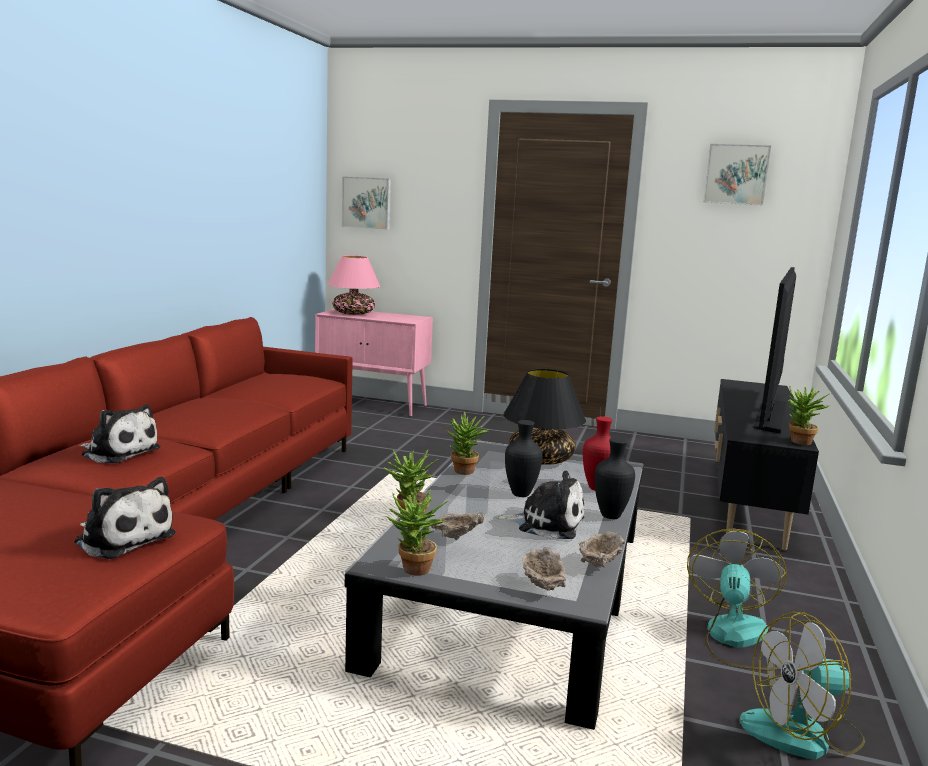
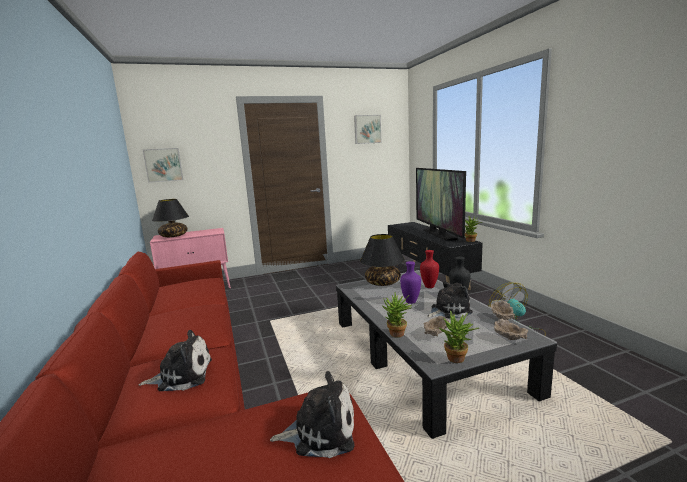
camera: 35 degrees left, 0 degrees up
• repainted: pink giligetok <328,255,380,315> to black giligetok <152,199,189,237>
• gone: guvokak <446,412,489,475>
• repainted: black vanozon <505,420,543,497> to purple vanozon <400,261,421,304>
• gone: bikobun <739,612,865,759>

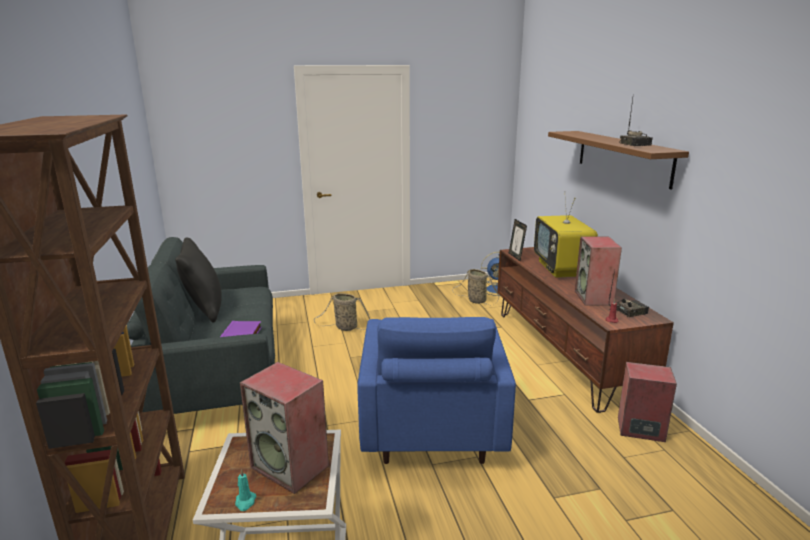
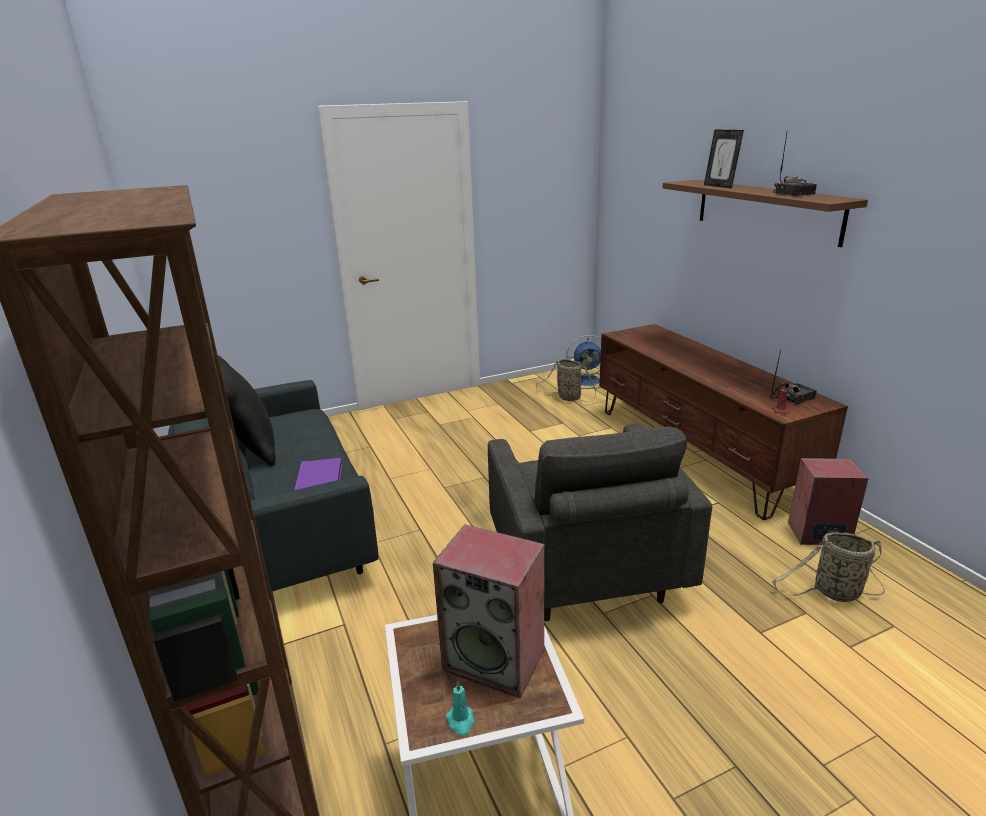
camera: 10 degrees left, 5 degrees up
• shifted: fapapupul <314,293,370,331> to <772,532,885,602>
• repainted: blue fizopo <357,317,516,464> to grey fizopo <488,423,712,621>
• shifted: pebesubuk <509,219,527,261> to <704,130,744,188>
• gone: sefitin <534,191,598,278>
• gone: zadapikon <575,236,622,305>

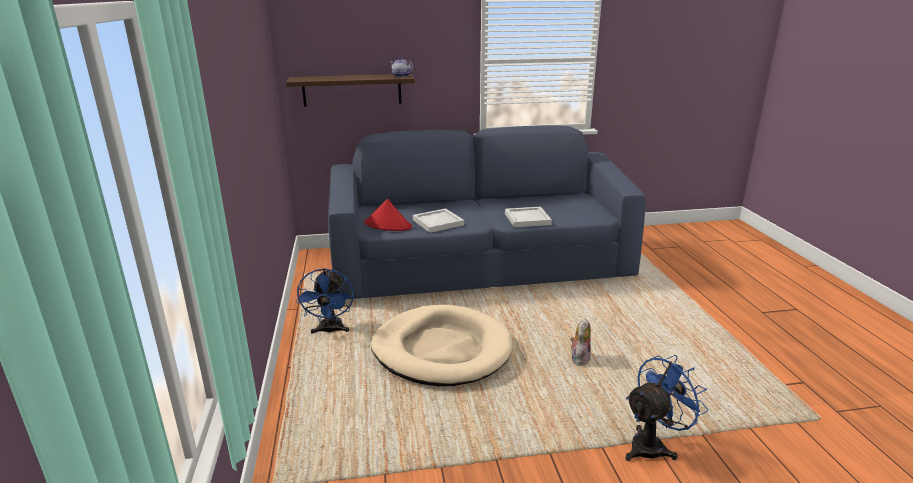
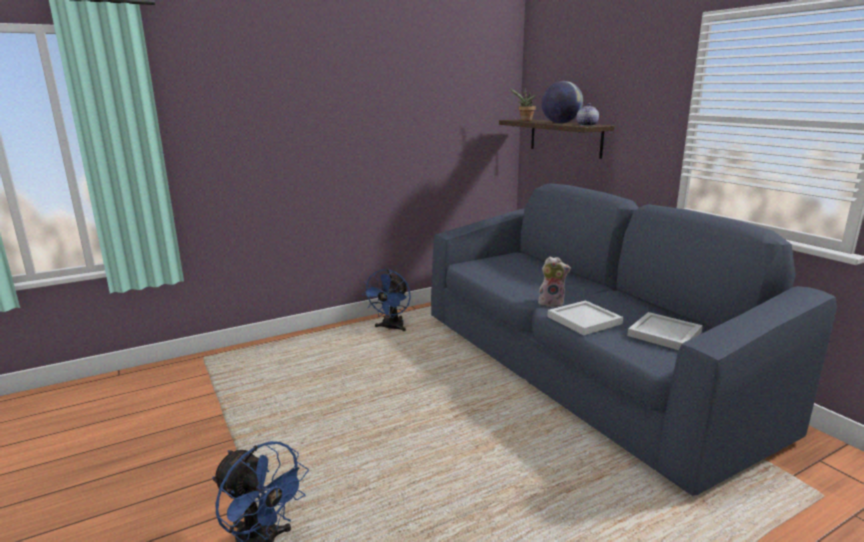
camera: 70 degrees right, 5 degrees down
• rotated: blue bikobun <296,268,354,334> = <362,269,411,331> 45 degrees counterclockwise
• gone: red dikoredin <364,199,412,231>
• gone: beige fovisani <371,305,513,386>
• shifted: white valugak <413,208,464,233> to <627,312,703,350>
• shifted: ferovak <570,318,591,368> to <538,257,571,307>
• new: guvokak <509,88,538,121>
• new: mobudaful <541,81,583,123>

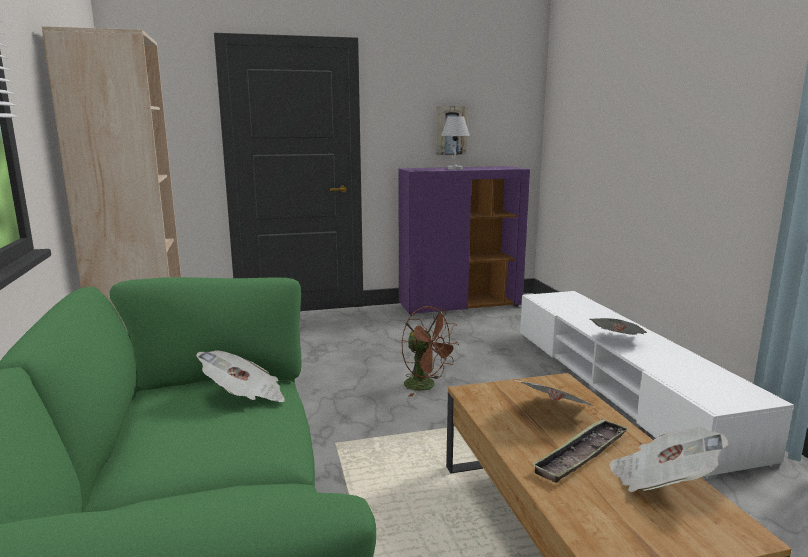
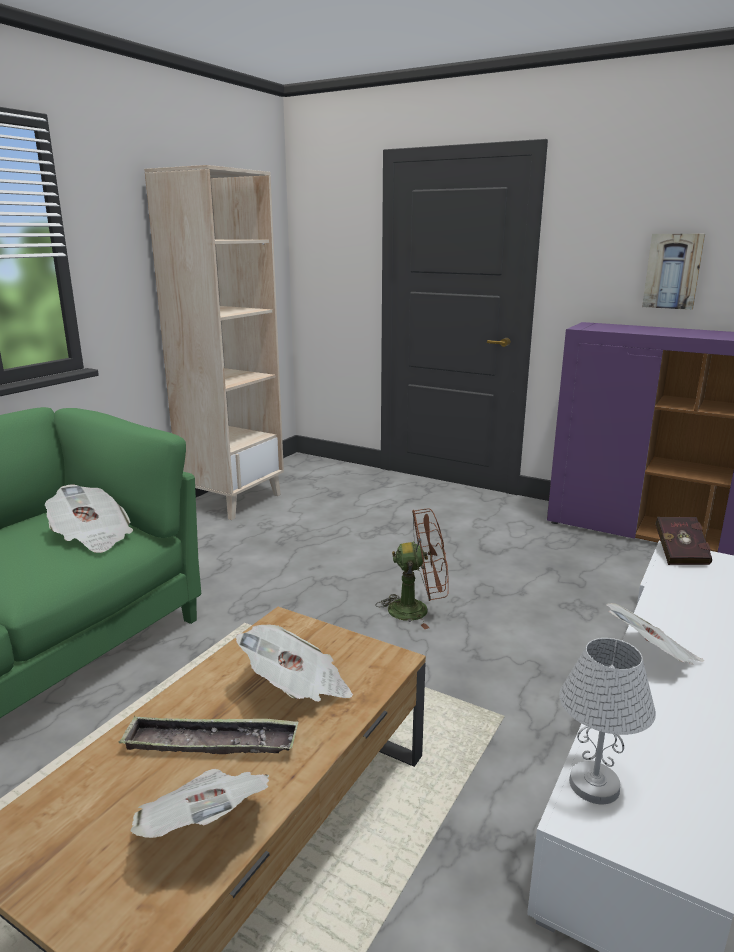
camera: 45 degrees right, 5 degrees up
• rotated: brown bikobun <401,306,459,397> = <376,508,449,629> 90 degrees counterclockwise
• shifted: white giligetok <441,116,470,170> to <559,638,656,804>
• new: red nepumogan <655,516,712,565>

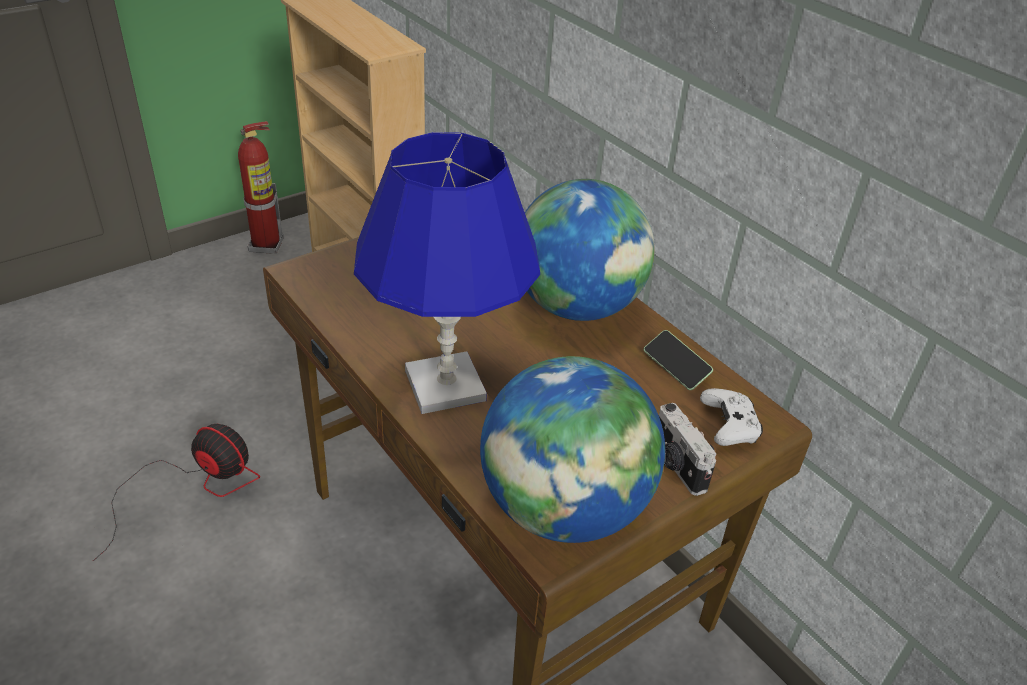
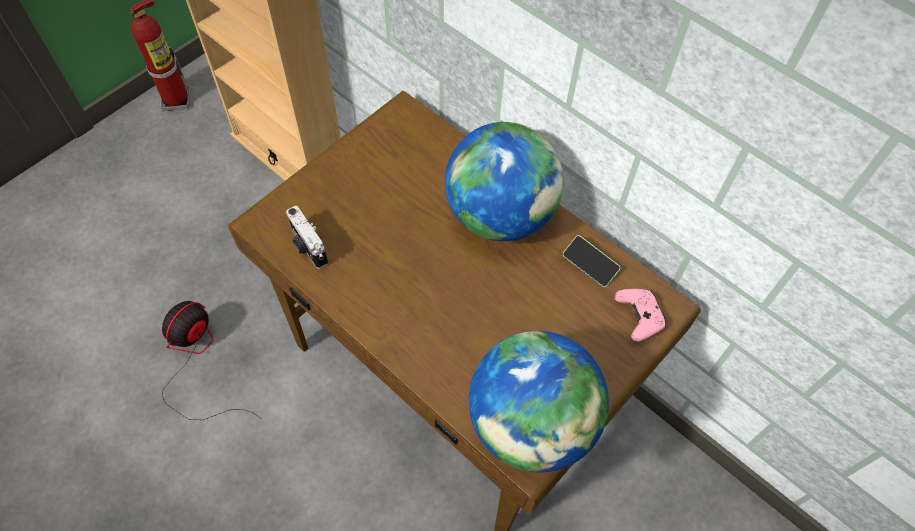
camera: 10 degrees left, 20 degrees up
• rotated: bikobun <93,424,260,561> = <162,301,262,420> 75 degrees counterclockwise
• gone: blue giligetok <354,132,540,414>
• shifted: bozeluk <659,403,716,496> to <286,206,328,269>
• repainted: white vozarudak <700,388,763,446> to pink vozarudak <615,289,666,342>

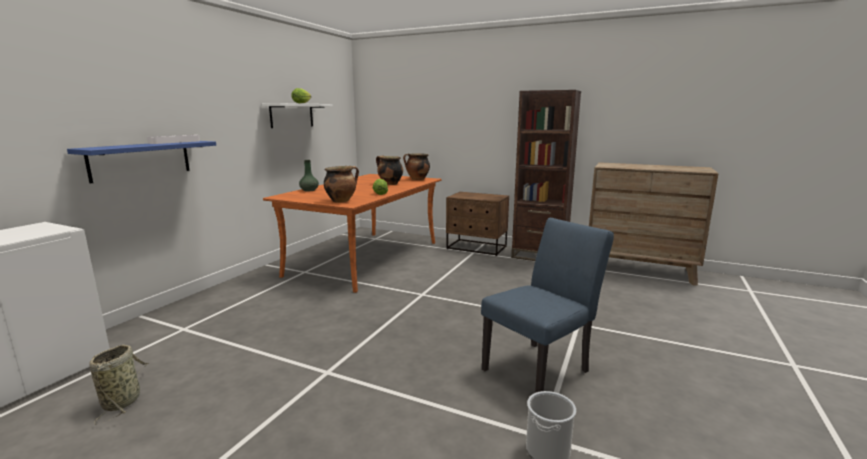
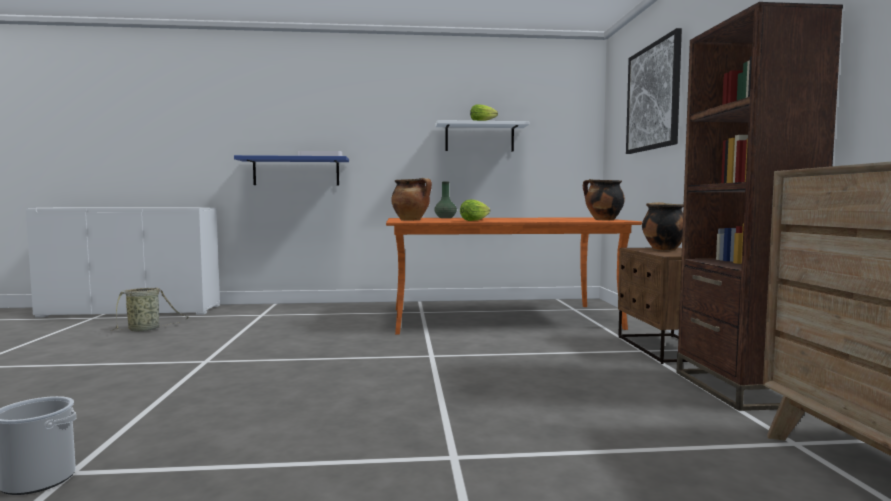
camera: 60 degrees right, 10 degrees down
• shifted: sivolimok <376,156,403,185> to <642,202,684,251>
• gone: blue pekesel <481,218,614,393>
• new: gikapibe <626,28,682,154>

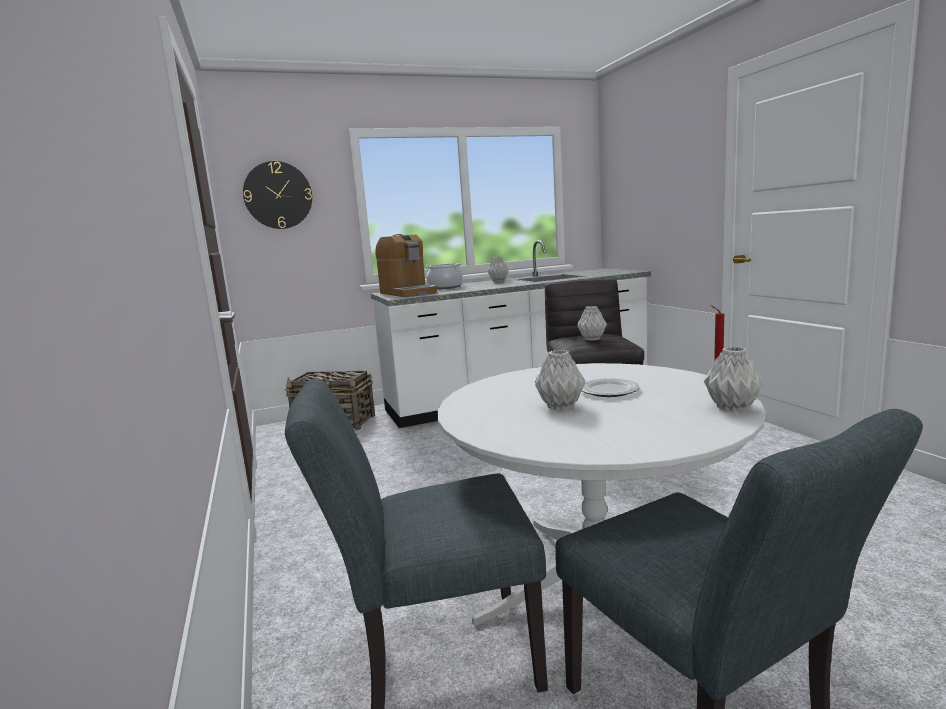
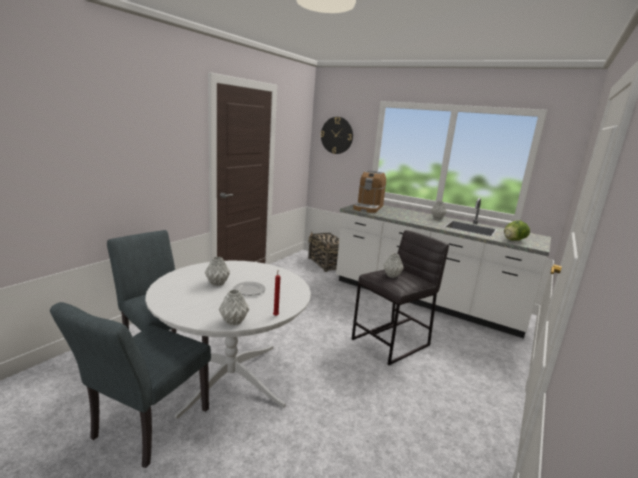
camera: 50 degrees right, 5 degrees up
• gone: sivolimok <425,263,463,289>
• new: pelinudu <504,221,530,241>

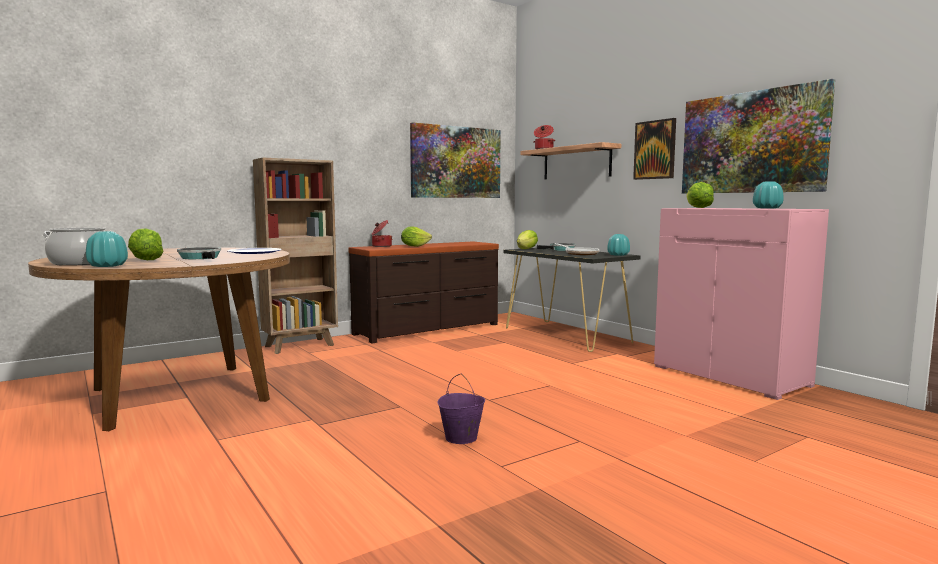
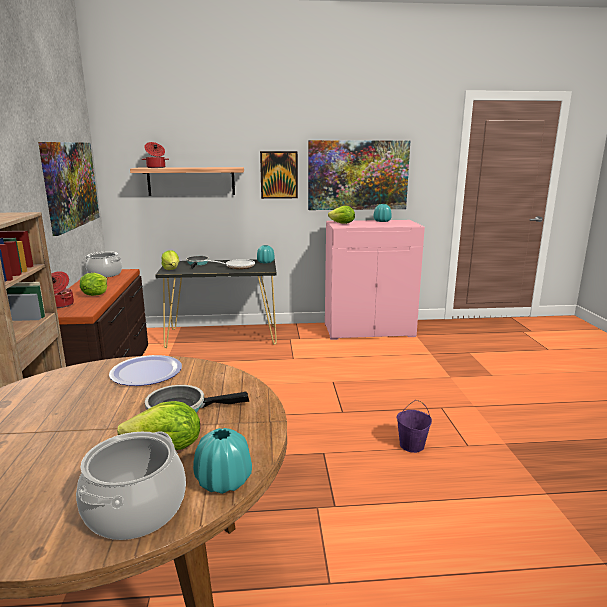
camera: 60 degrees left, 10 degrees up
• new: sivolimok <85,252,122,277>

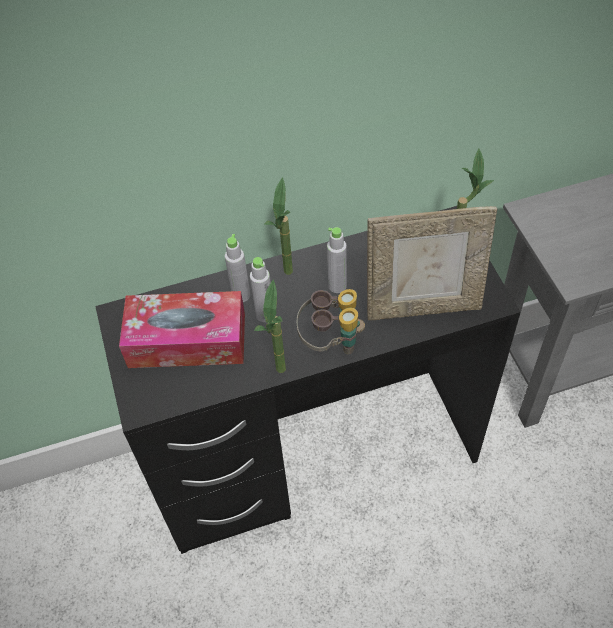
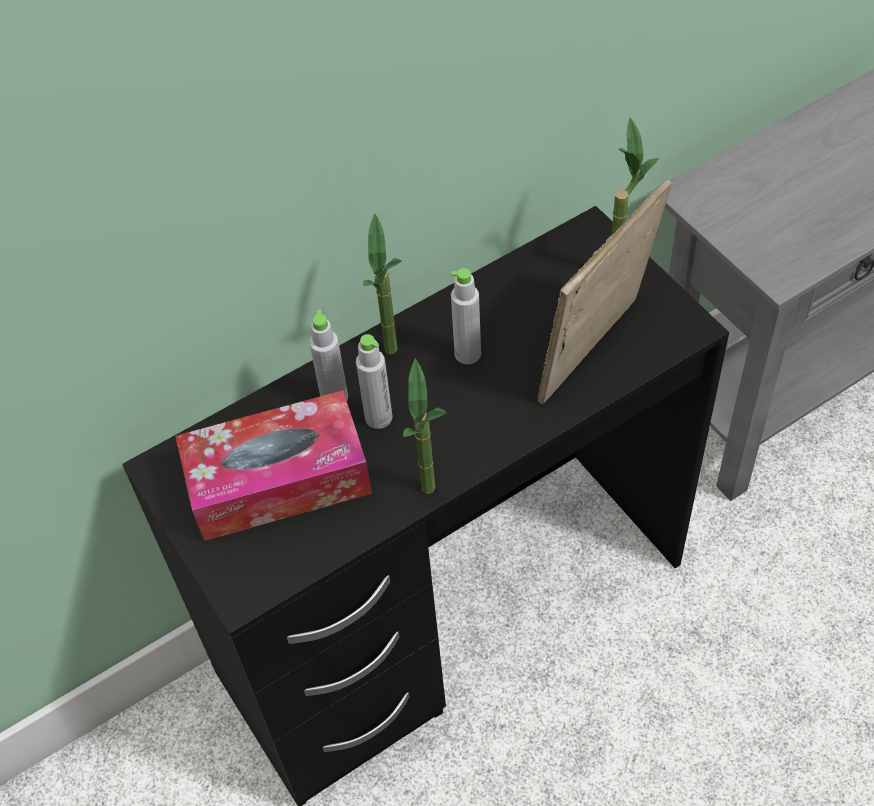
camera: 15 degrees left, 0 degrees up
• gone: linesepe <297,289,365,354>
• rotated: pebesubuk <367,206,497,320> = <538,179,672,404> 150 degrees clockwise

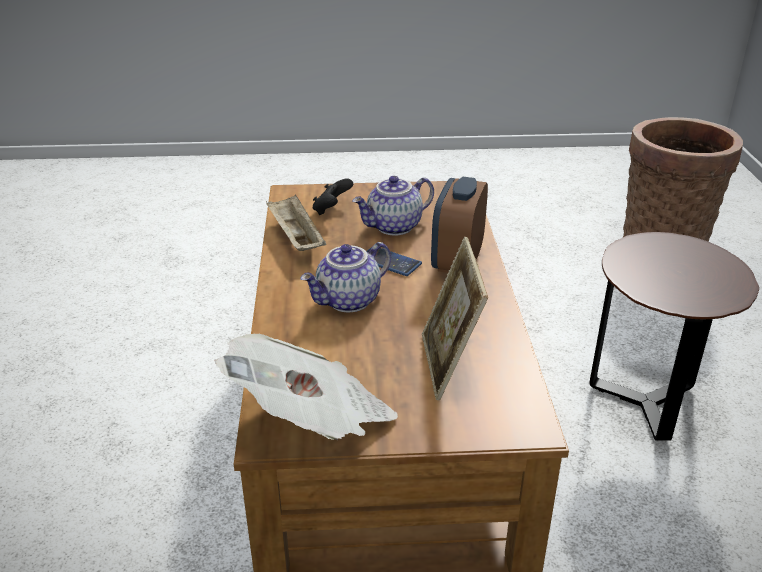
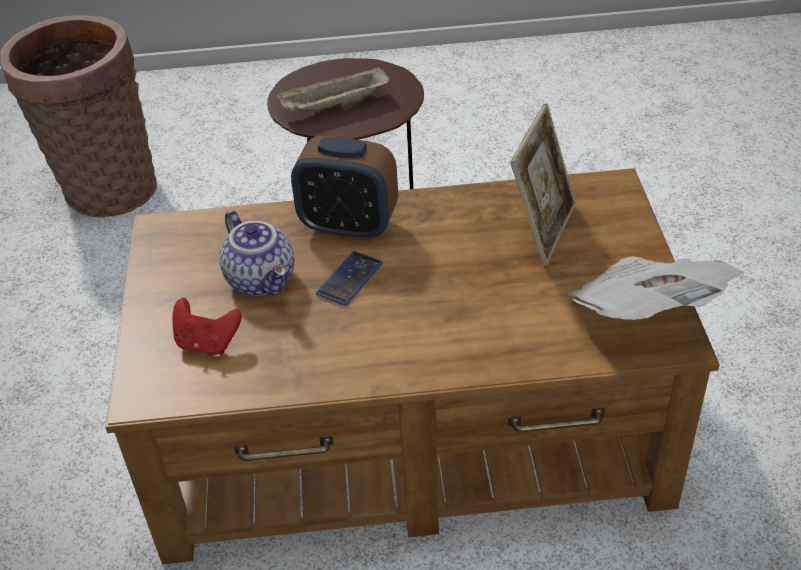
camera: 90 degrees left, 10 degrees up
• shifted: beige valugak <266,195,326,251> to <276,65,390,112>
• gone: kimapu <300,242,391,312>
• repainted: black vozarudak <313,178,353,215> to red vozarudak <172,298,242,355>
• rotated: pebesubuk <422,237,488,400> = <510,103,576,266> 60 degrees counterclockwise

